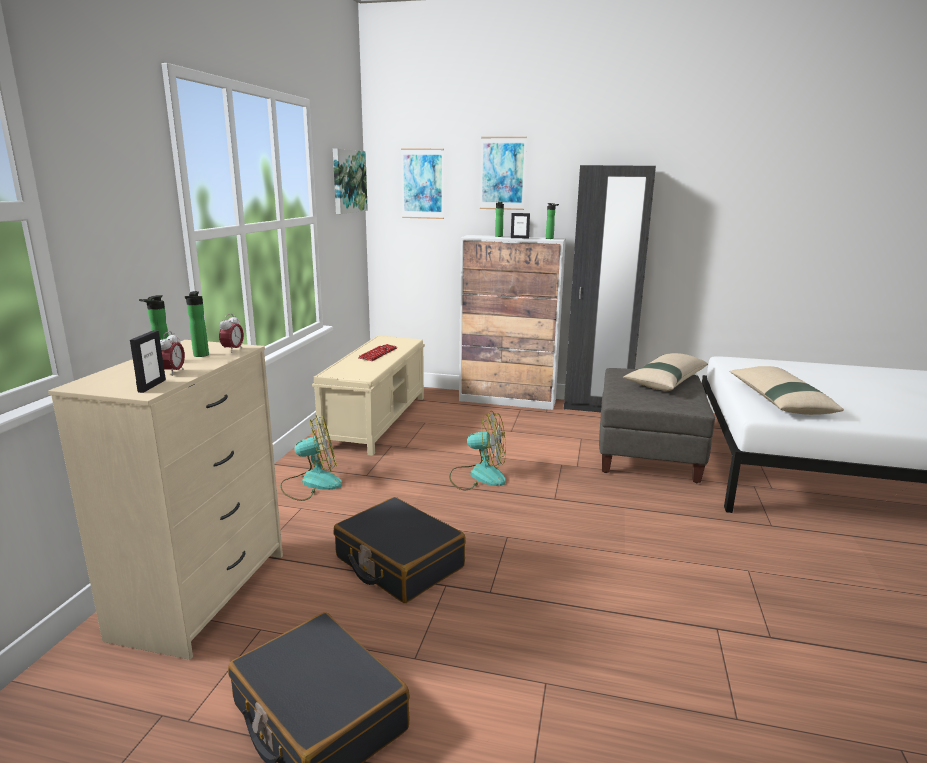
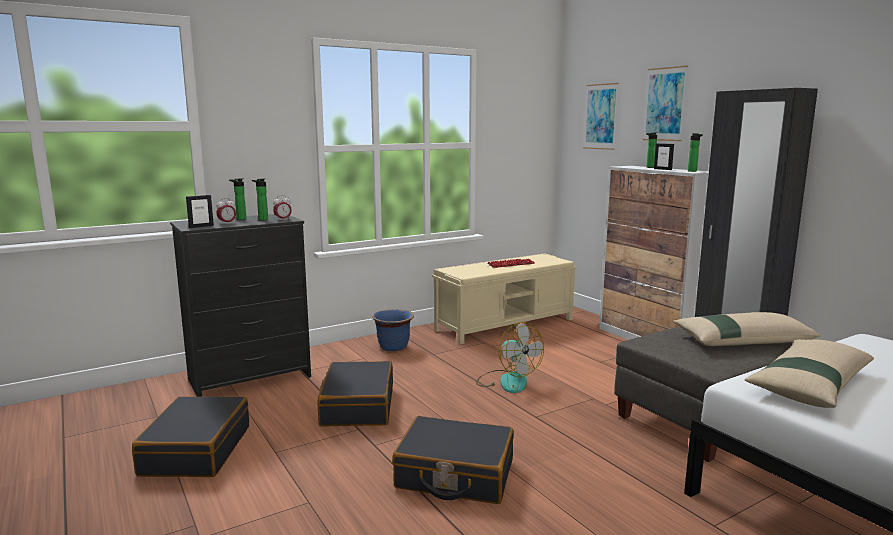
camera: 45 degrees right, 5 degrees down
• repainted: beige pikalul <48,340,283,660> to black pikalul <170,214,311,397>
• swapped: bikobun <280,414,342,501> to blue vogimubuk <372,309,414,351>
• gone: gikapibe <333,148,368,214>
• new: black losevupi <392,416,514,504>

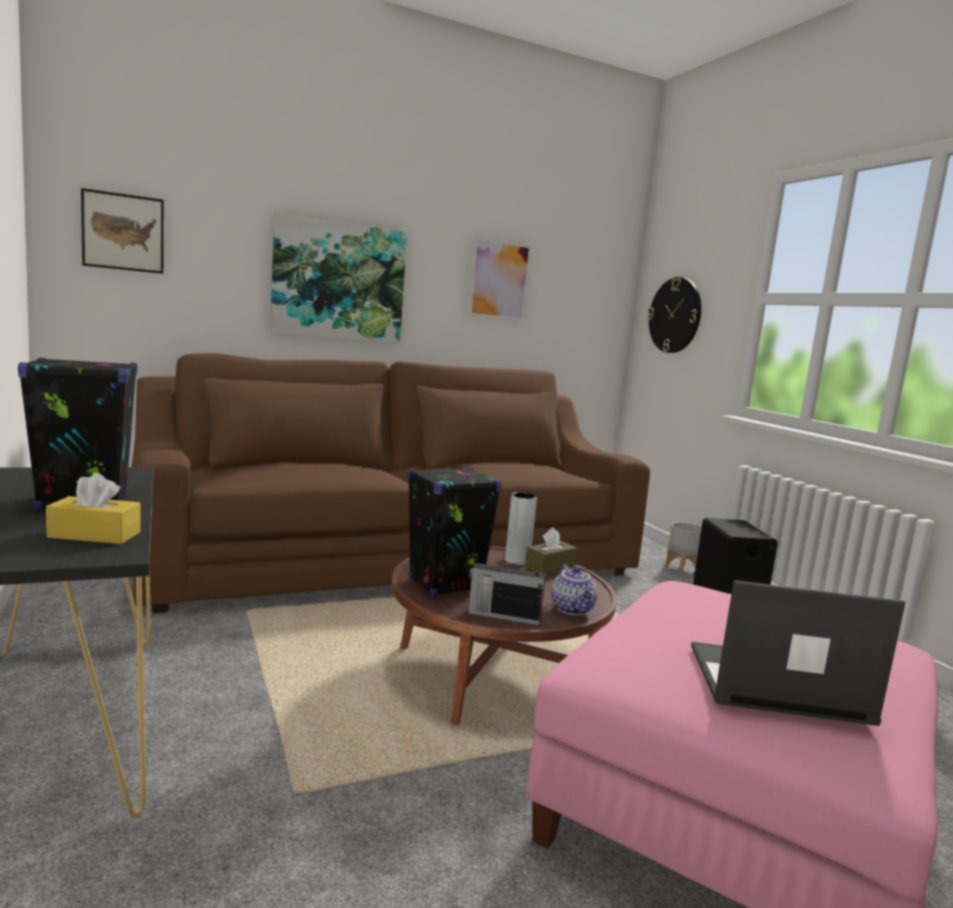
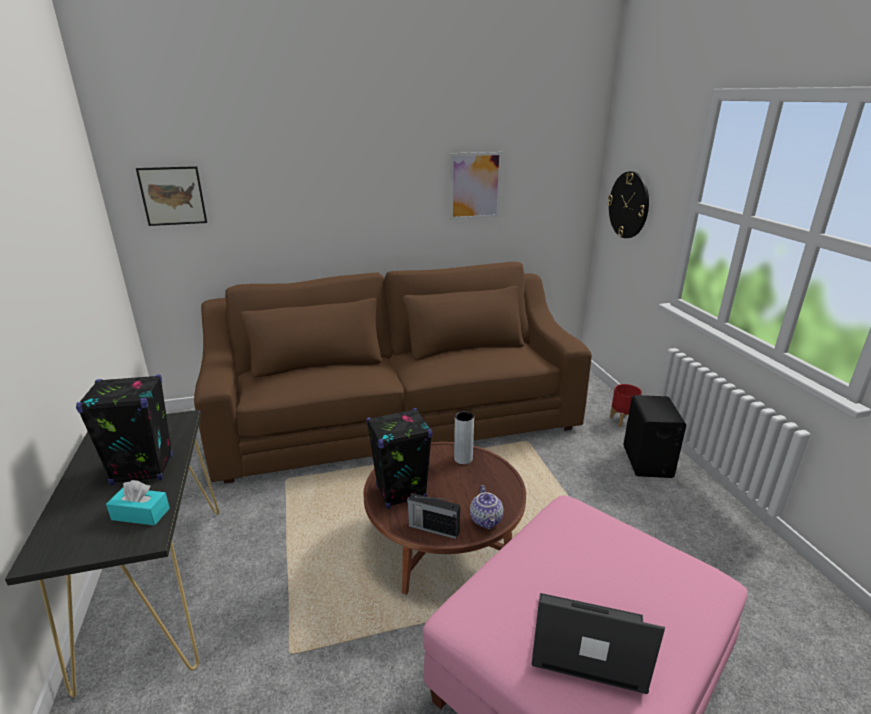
camera: 10 degrees right, 15 degrees up
• repainted: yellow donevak <46,473,141,544> to turquoise donevak <106,480,170,526>
• gone: gikapibe <270,213,407,343>
• gone: brown donevak <525,527,577,574>
• repainted: grey vogimubuk <665,522,702,574> to red vogimubuk <610,384,642,427>

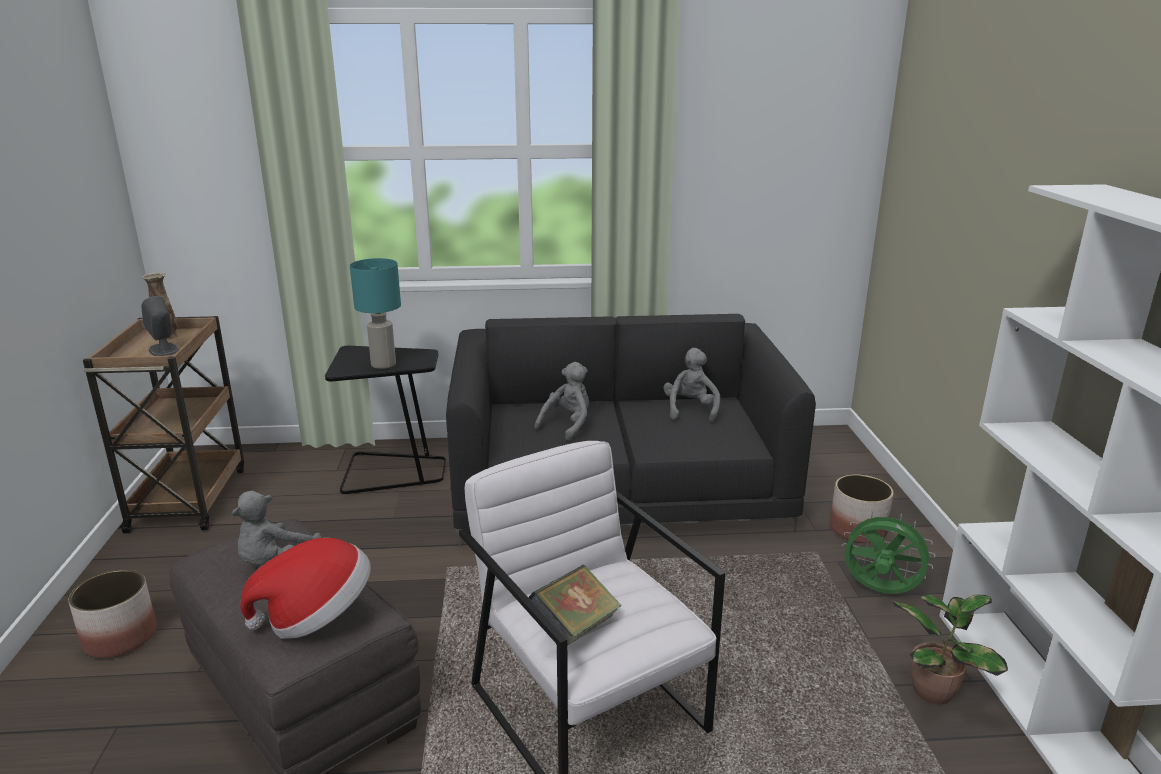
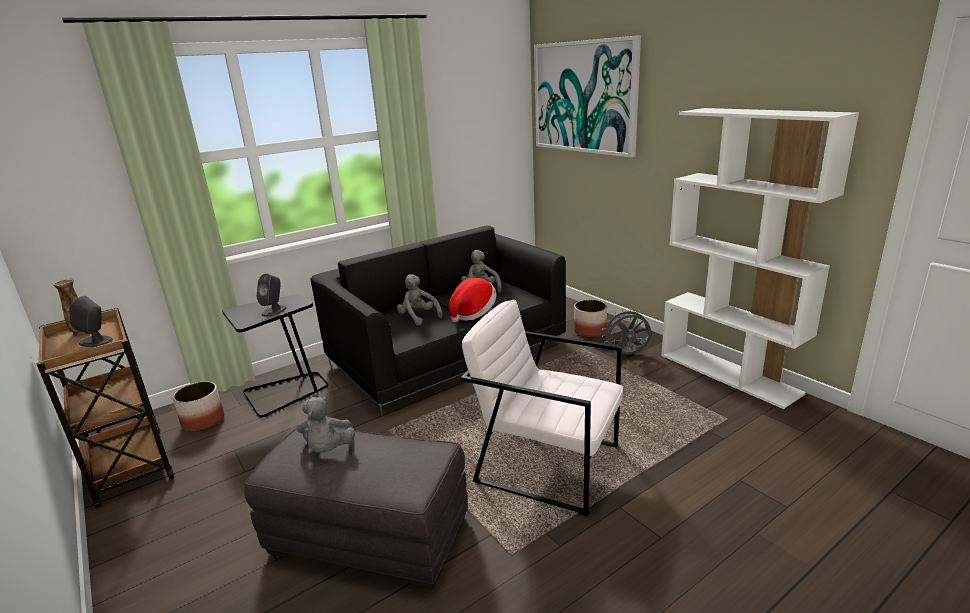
camera: 30 degrees left, 0 degrees up
• shifted: vogimubuk <68,569,157,658> to <173,381,224,432>
• shifted: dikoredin <240,538,371,639> to <449,278,496,322>
• swapped: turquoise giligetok <350,258,401,369> to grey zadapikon <257,274,287,317>
• gone: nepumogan <529,565,622,645>
• rotated: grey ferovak <534,362,589,441> = <397,274,442,326> 45 degrees counterclockwise
• repainted: green bikobun <842,510,936,594> to grey bikobun <602,308,651,355>
• gone: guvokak <893,595,1008,705>
• new: gikapibe <534,35,641,157>

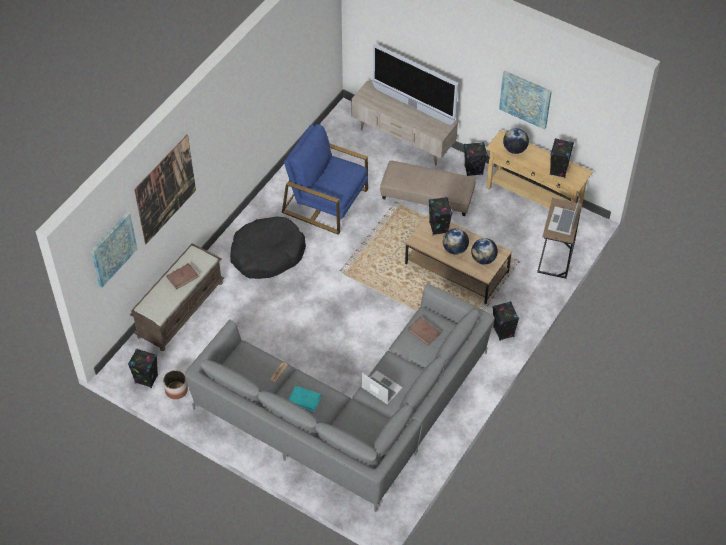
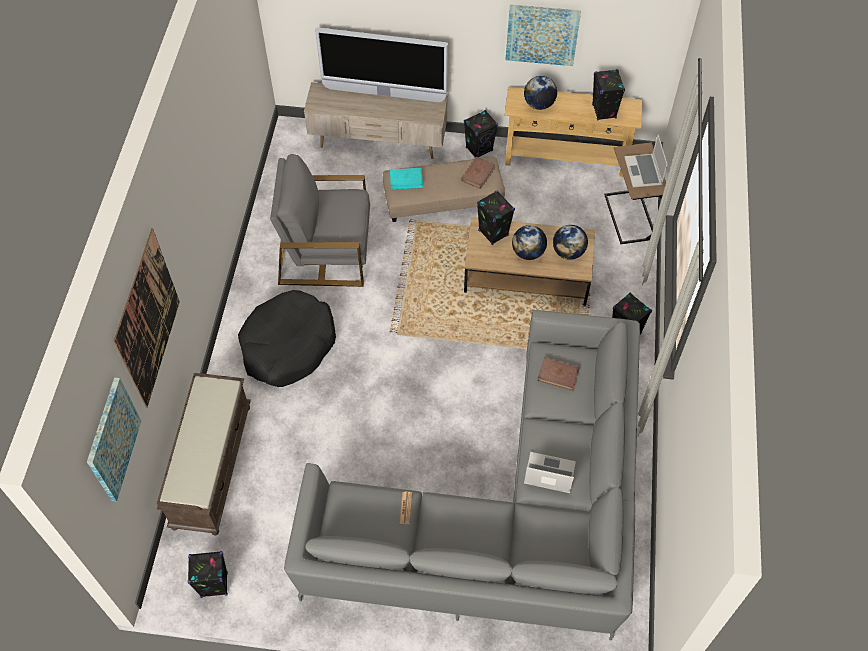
camera: 25 degrees left, 5 degrees up
• gone: vogimubuk <163,370,188,399>
• shifted: brown nepumogan <166,263,199,290> to <461,157,496,189>
• repainted: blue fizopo <282,124,368,235> to grey fizopo <270,154,370,287>
• shifted: turquoise nepumogan <288,386,321,412> to <390,168,423,190>

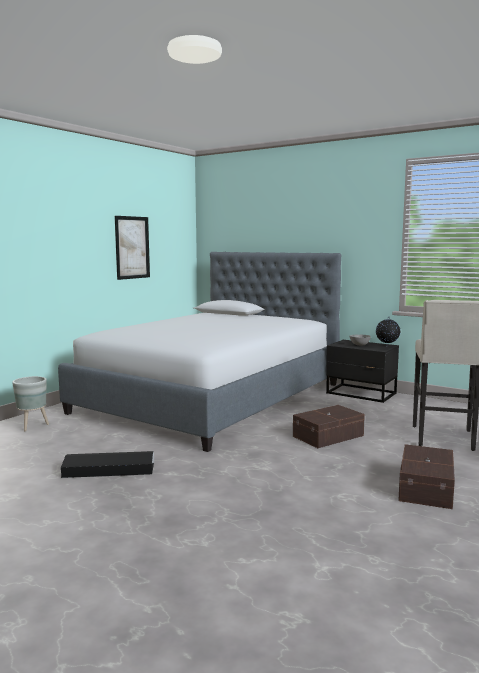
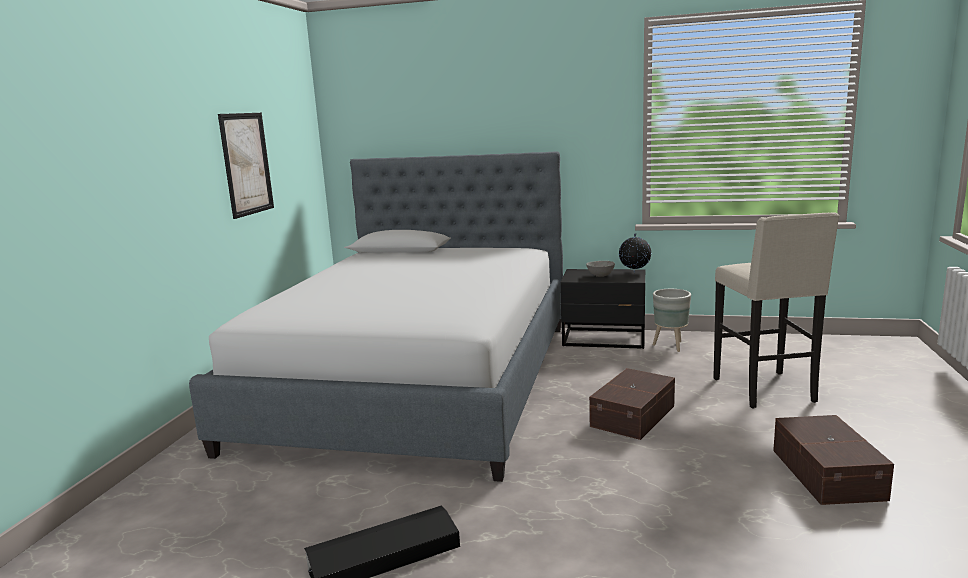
camera: 20 degrees left, 5 degrees up
• shifted: grey vogimubuk <12,376,49,431> to <653,289,691,352>

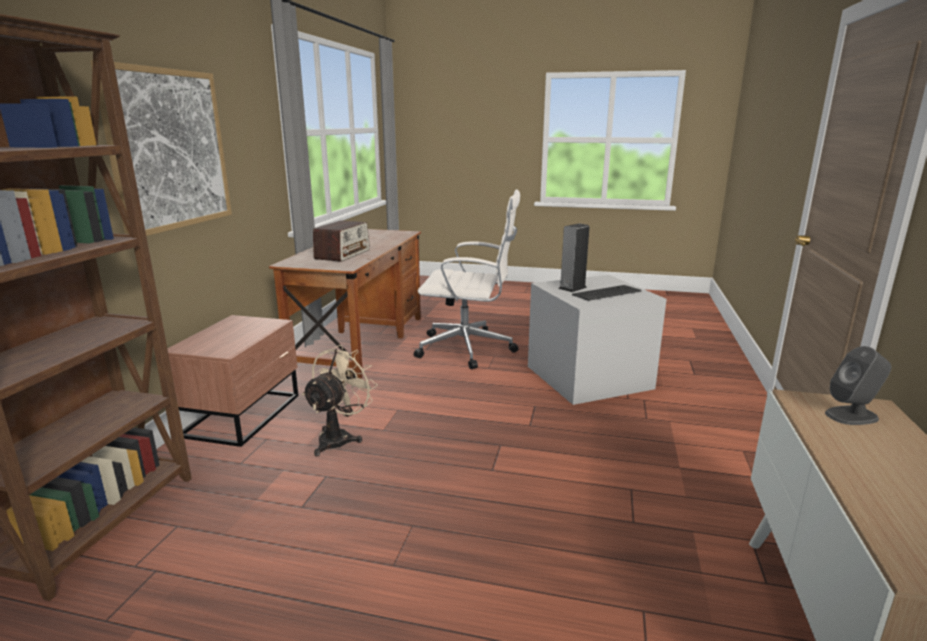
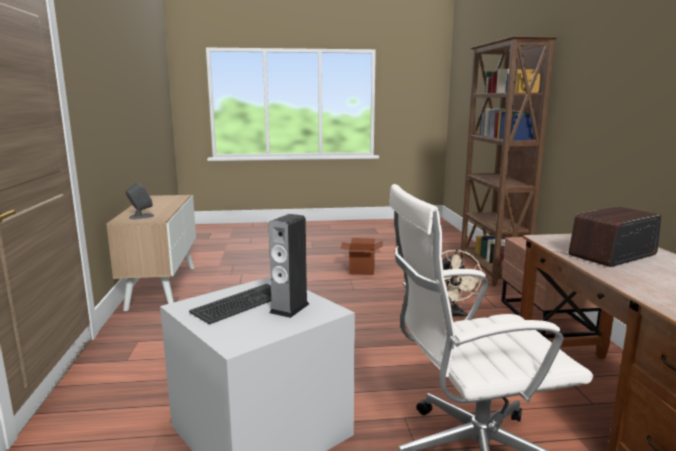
camera: 160 degrees right, 5 degrees down
• gone: gikapibe <90,60,232,236>
• rotated: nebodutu <313,220,370,262> = <569,207,661,267> 60 degrees clockwise
• new: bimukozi <340,238,383,275>

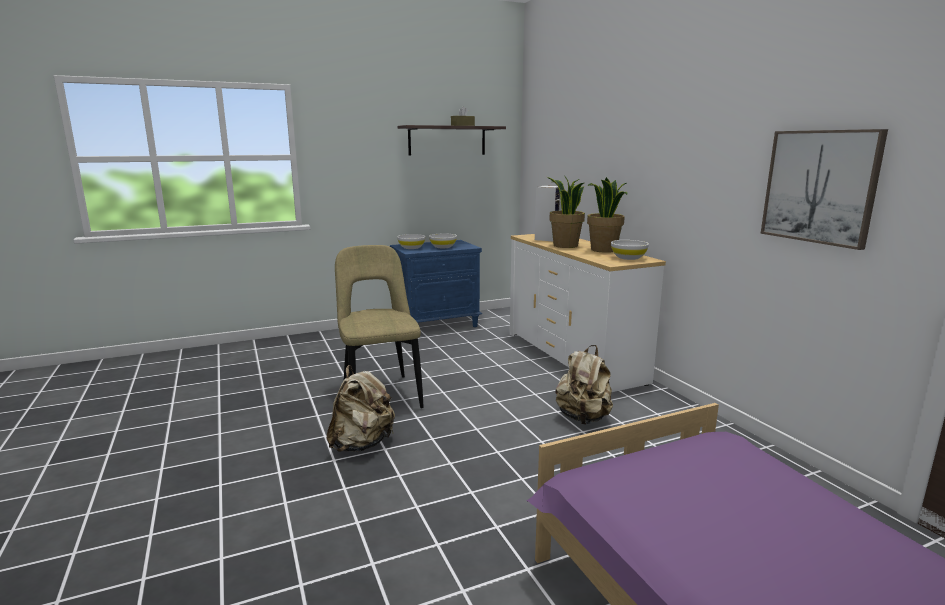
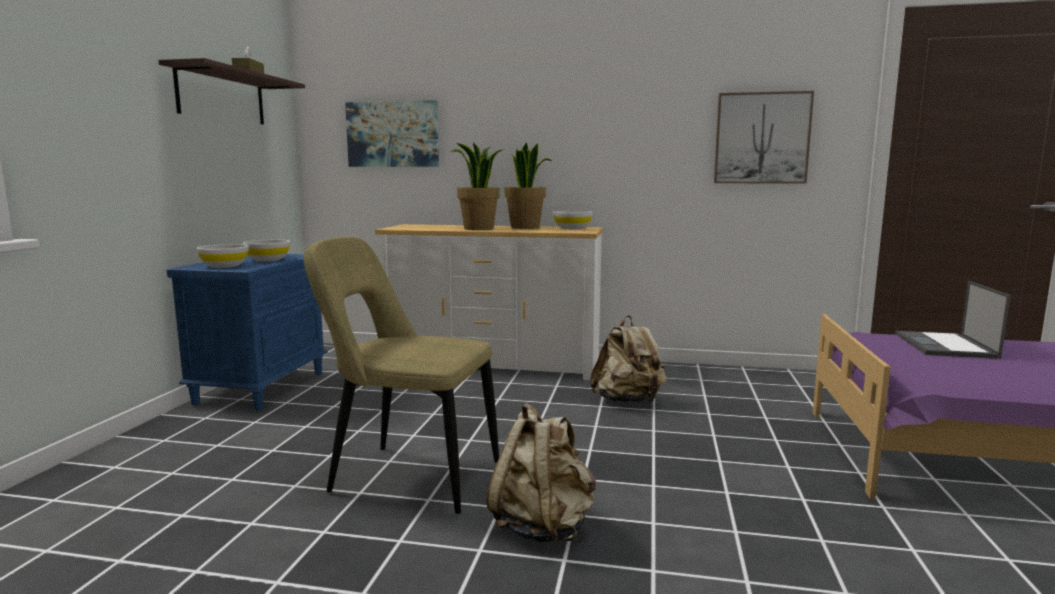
camera: 55 degrees left, 5 degrees down
• gone: zadapikon <535,186,561,241>
• new: gikapibe <345,100,439,167>
• new: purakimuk <896,281,1011,359>

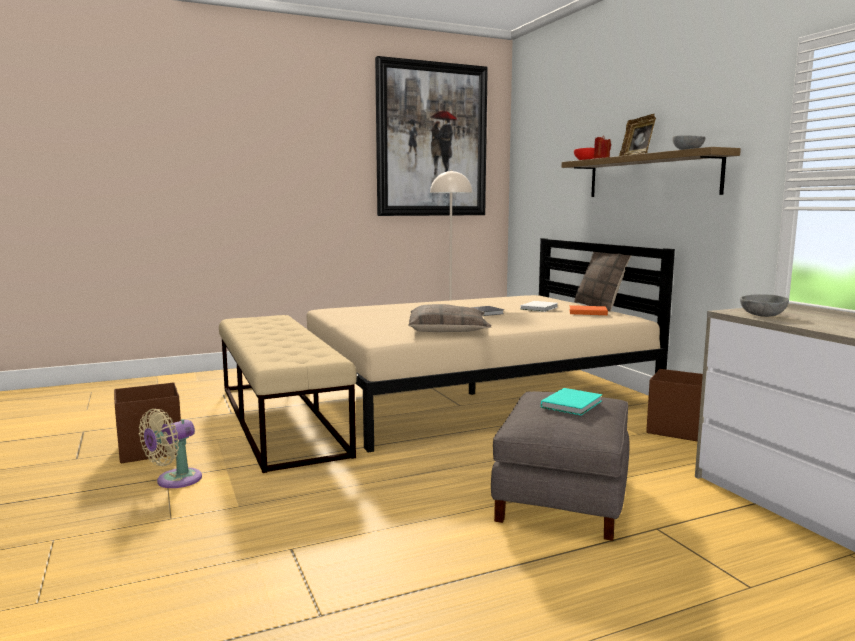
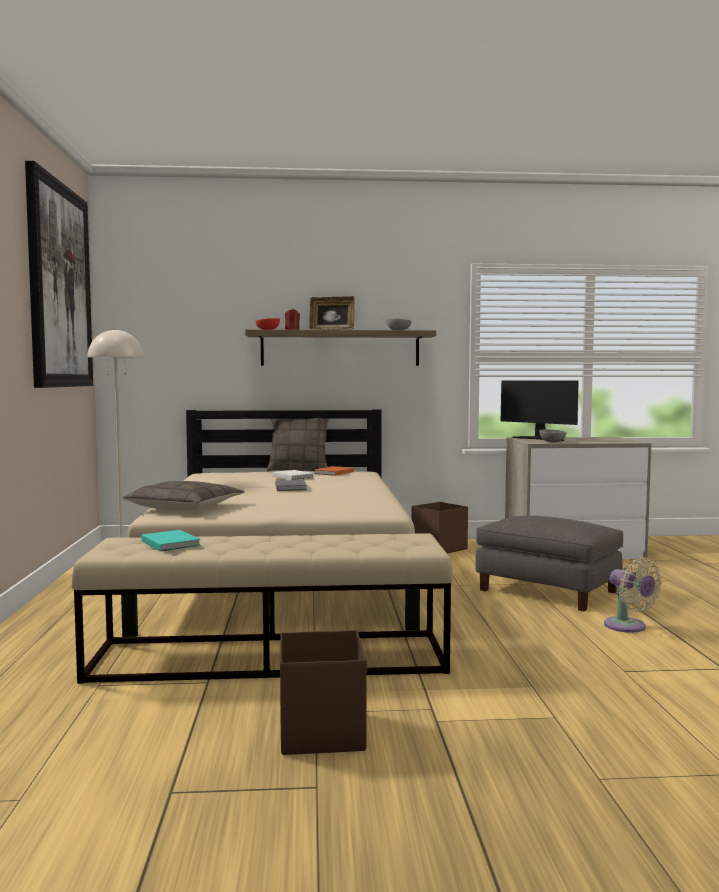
camera: 70 degrees left, 5 degrees down
• shifted: beige bikobun <139,409,202,488> to <604,557,662,633>
• shifted: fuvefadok <408,304,491,332> to <123,481,245,511>
• shifted: turquoise nepumogan <541,388,602,415> to <142,530,201,551>
• new: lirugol <501,380,579,441>

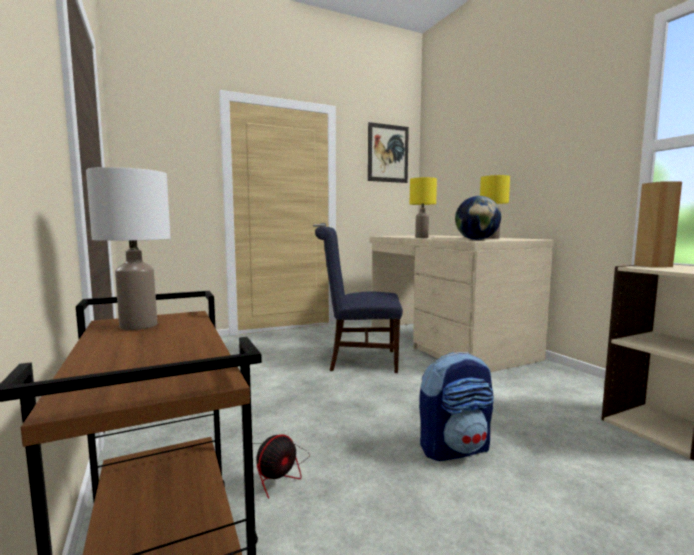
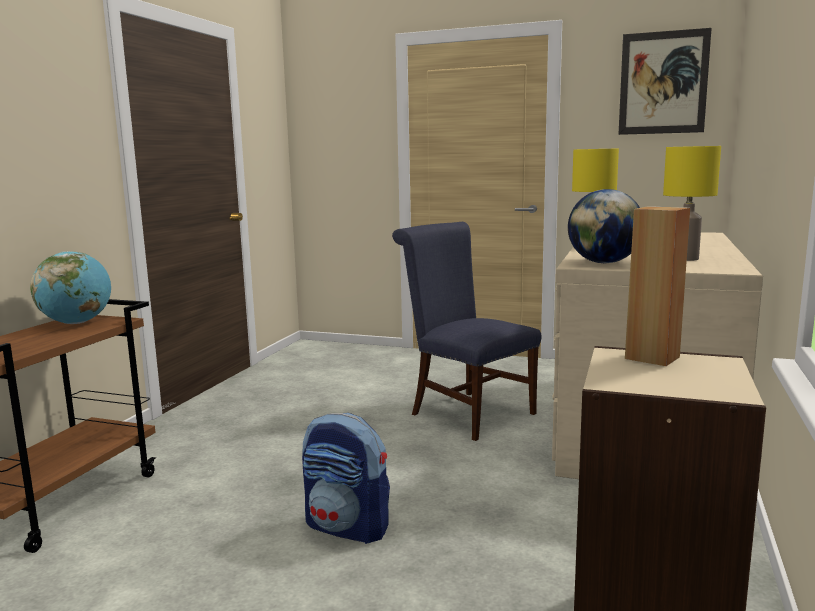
camera: 45 degrees right, 5 degrees up
• swapped: white giligetok <86,167,171,330> to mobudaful <30,251,111,324>
• gone: bikobun <252,434,310,499>

